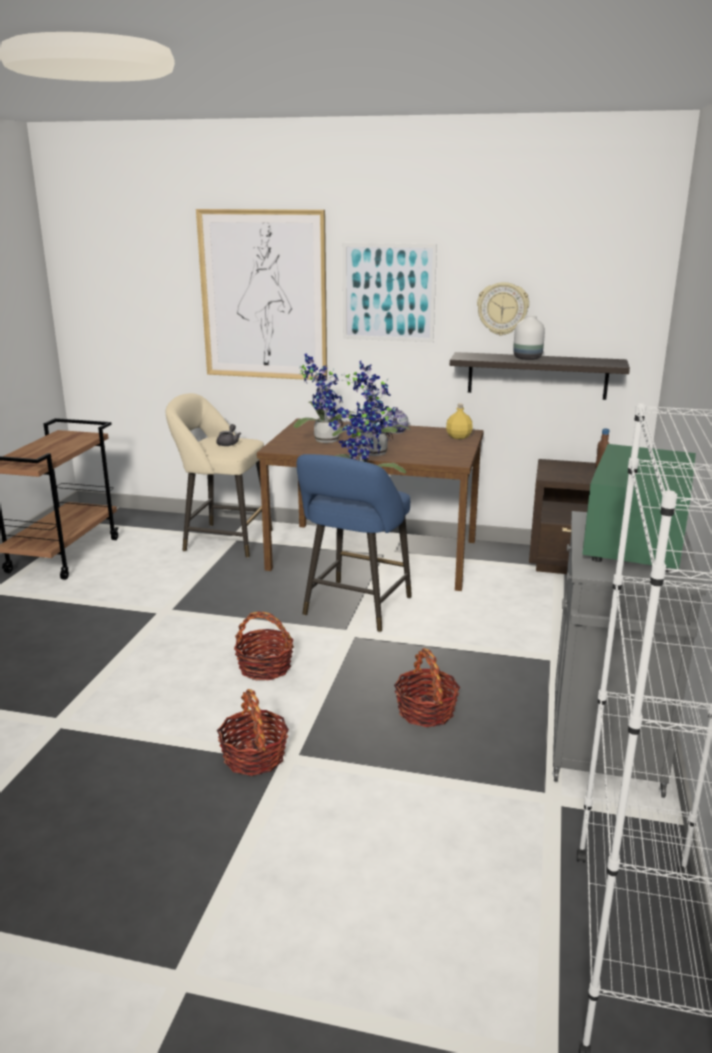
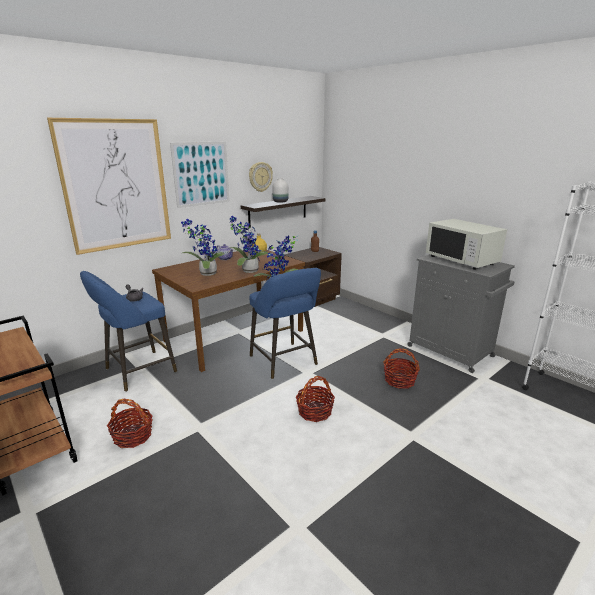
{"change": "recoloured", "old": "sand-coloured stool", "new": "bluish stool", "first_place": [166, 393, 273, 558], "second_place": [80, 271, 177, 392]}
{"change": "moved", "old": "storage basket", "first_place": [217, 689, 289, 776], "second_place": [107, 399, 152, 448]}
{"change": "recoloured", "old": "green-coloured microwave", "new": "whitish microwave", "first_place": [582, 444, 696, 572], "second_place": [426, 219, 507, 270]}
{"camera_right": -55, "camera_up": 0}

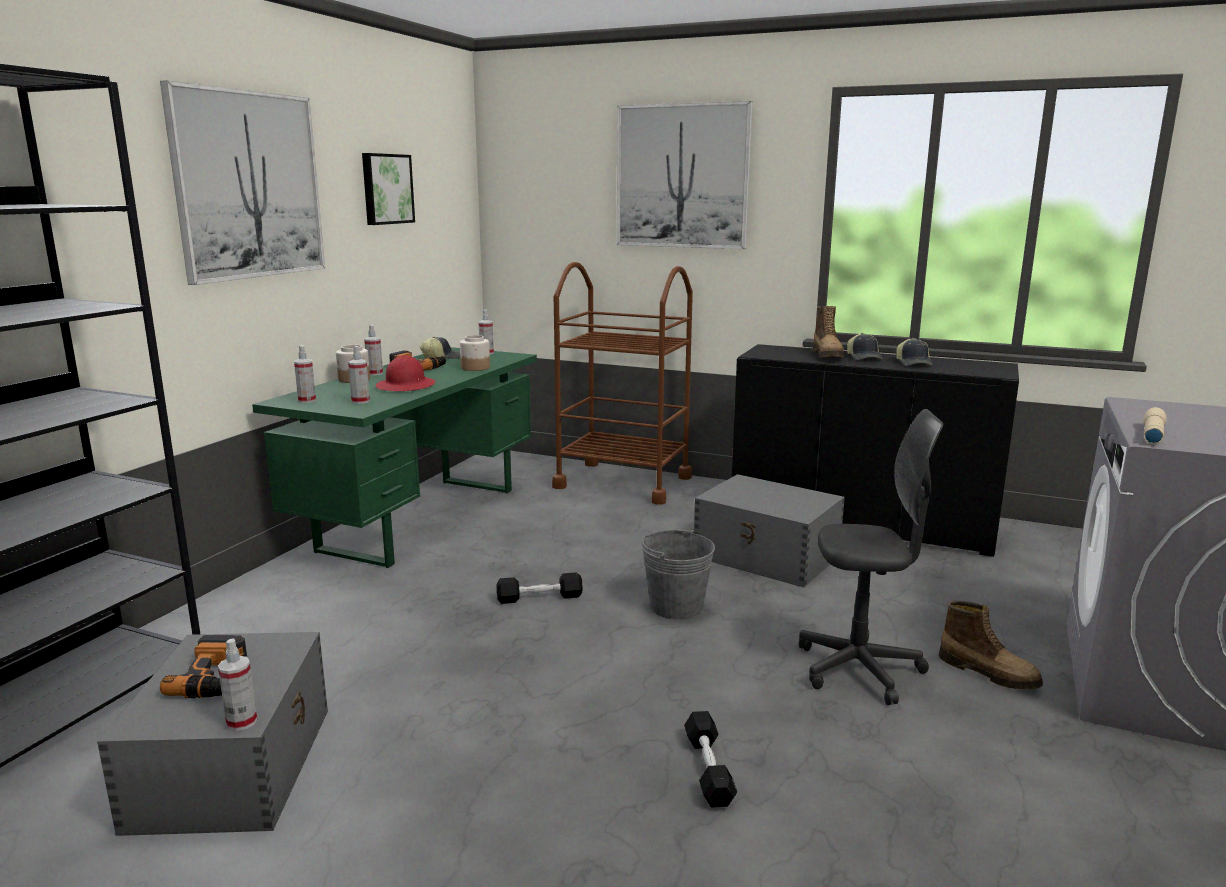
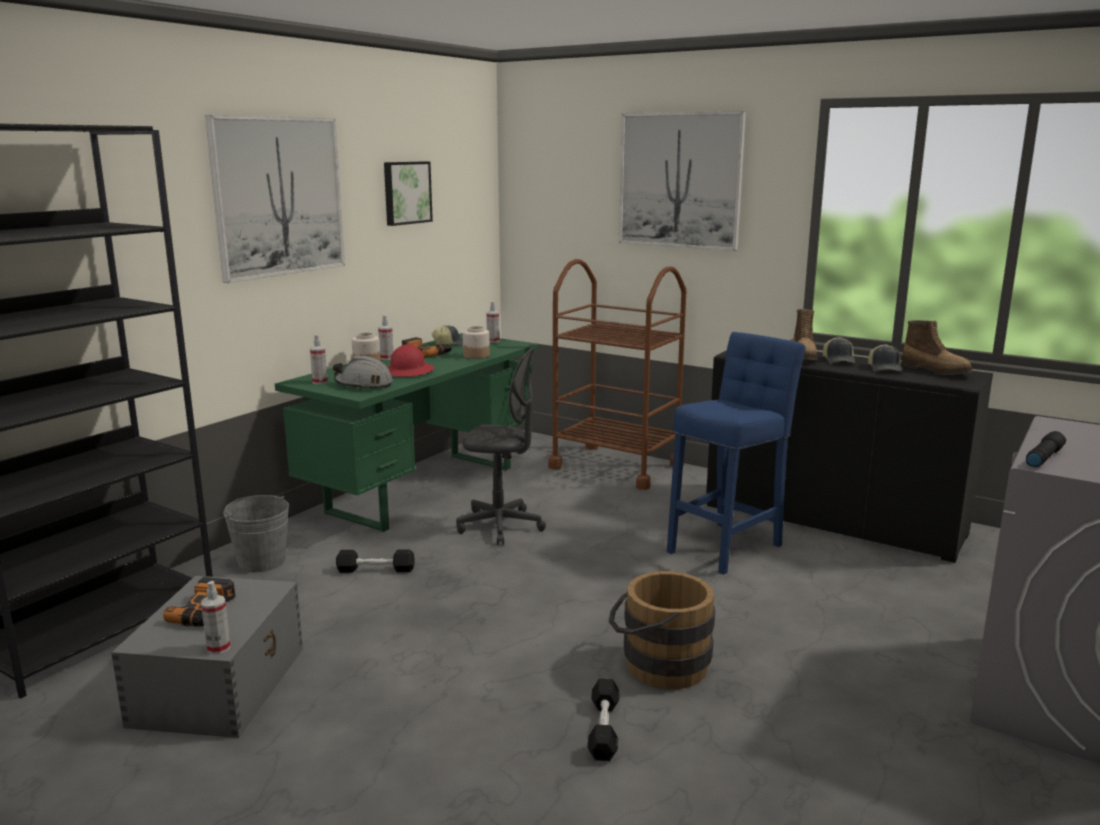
{"change": "moved", "old": "greyish water bucket", "first_place": [642, 529, 715, 619], "second_place": [223, 495, 289, 572]}
{"change": "replaced", "old": "hand sprayer", "new": "greyish hard hat", "first_place": [348, 346, 370, 404], "second_place": [333, 356, 393, 389]}
{"change": "moved", "old": "black-coloured hand weight", "first_place": [497, 572, 583, 604], "second_place": [336, 549, 414, 573]}
{"change": "moved", "old": "greyish computer chair", "first_place": [799, 409, 943, 705], "second_place": [456, 346, 546, 545]}
{"change": "added", "new": "brown-coloured water bucket", "second_place": [609, 571, 715, 689]}
{"change": "replaced", "old": "greyish storage container", "new": "bluish stool", "first_place": [694, 474, 845, 588], "second_place": [667, 332, 806, 575]}
{"change": "moved", "old": "tall boot", "first_place": [939, 601, 1043, 689], "second_place": [901, 320, 973, 375]}
{"change": "recoloured", "old": "sand-coloured flashlight", "new": "black-coloured flashlight", "first_place": [1143, 407, 1166, 444], "second_place": [1026, 431, 1066, 467]}
{"camera_right": 10, "camera_up": 0}

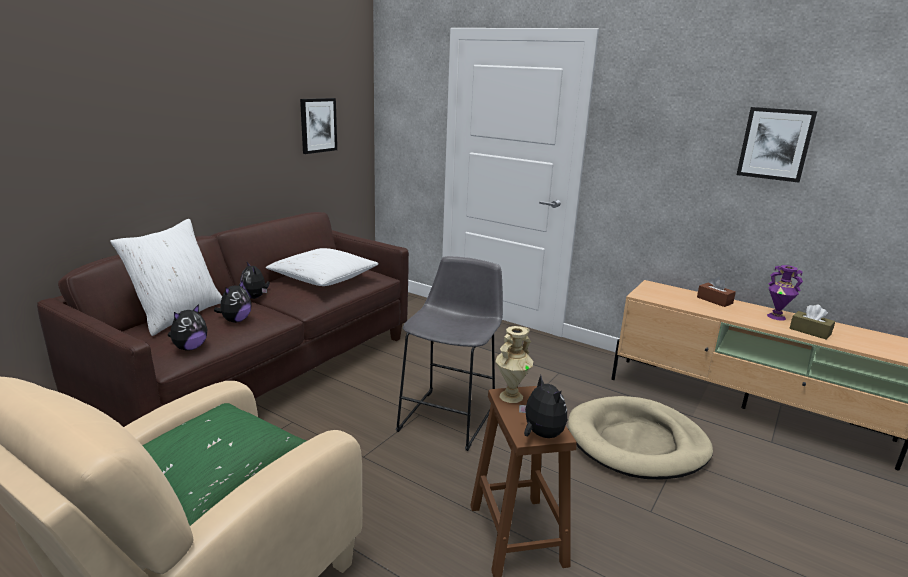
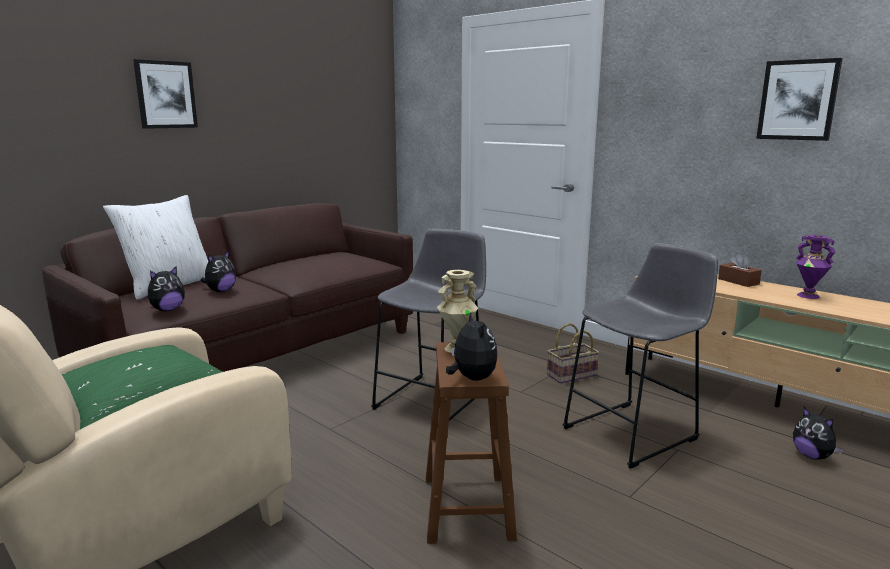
{"change": "moved", "old": "wall art", "first_place": [300, 98, 337, 154], "second_place": [133, 59, 198, 129]}
{"change": "added", "new": "storage basket", "second_place": [547, 323, 599, 383]}
{"change": "replaced", "old": "sand-coloured dog cushion", "new": "greyish stool", "first_place": [568, 396, 713, 480], "second_place": [562, 243, 718, 469]}
{"change": "moved", "old": "soft toy", "first_place": [240, 262, 270, 299], "second_place": [793, 407, 844, 460]}
{"change": "removed", "old": "whitish pillow", "first_place": [266, 248, 379, 286]}
{"change": "removed", "old": "brown-coloured tissue box", "first_place": [790, 304, 835, 340]}
{"camera_right": 10, "camera_up": -5}

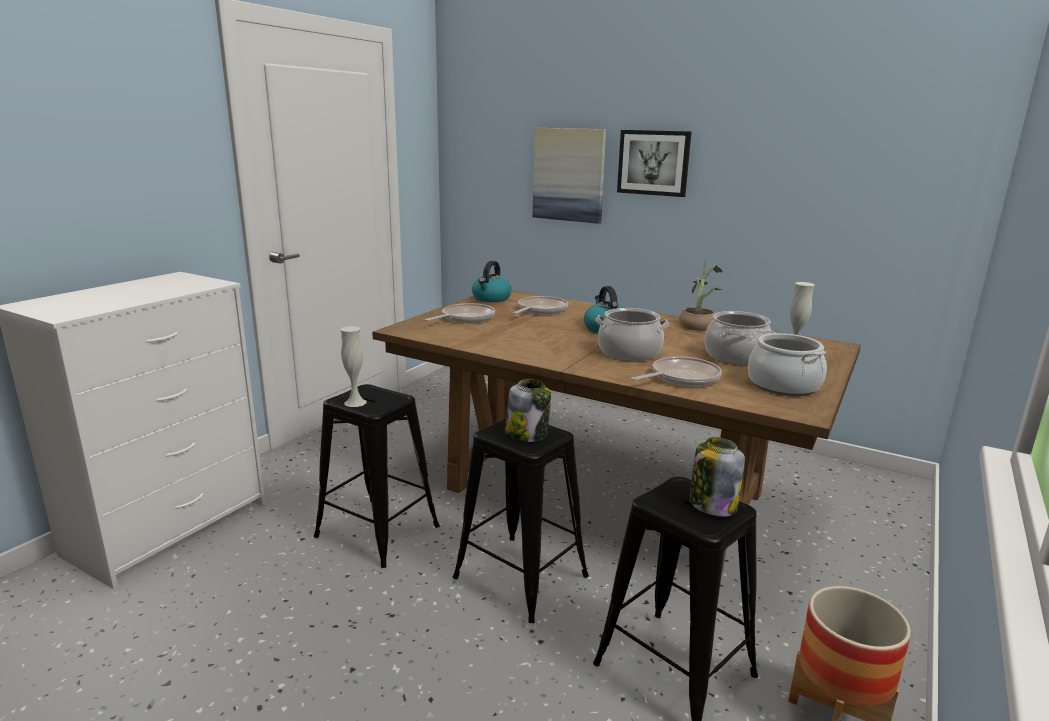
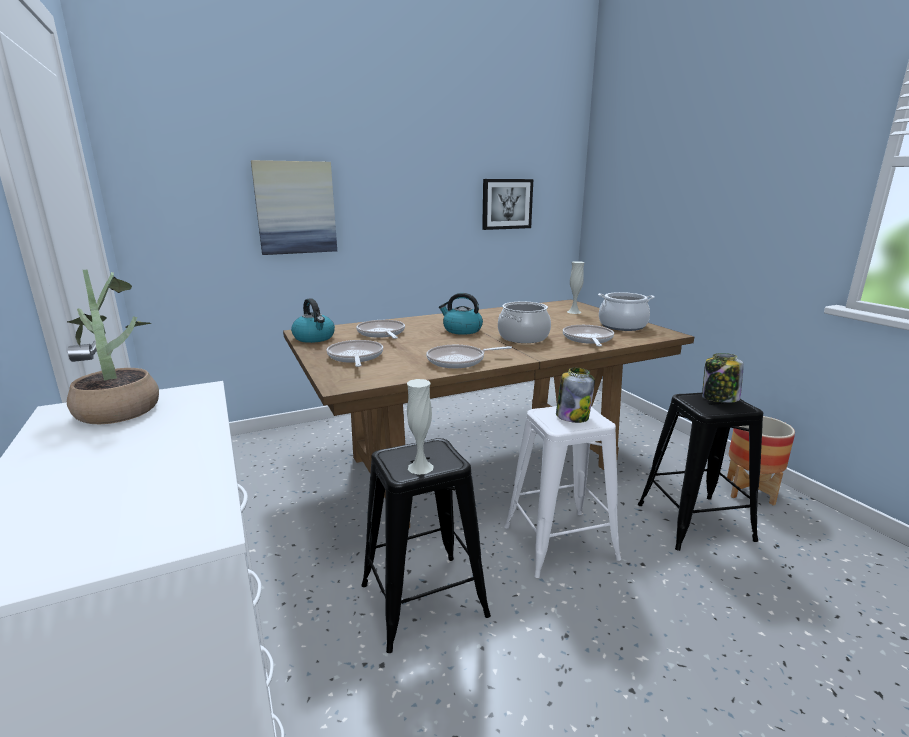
{"change": "moved", "old": "plant in a pot", "first_place": [679, 260, 722, 331], "second_place": [67, 270, 159, 424]}
{"change": "added", "new": "frying pan", "second_place": [426, 345, 512, 368]}
{"change": "moved", "old": "wall art", "first_place": [617, 130, 691, 197], "second_place": [482, 179, 533, 230]}
{"change": "recoloured", "old": "black-coloured stool", "new": "whitish stool", "first_place": [453, 418, 589, 623], "second_place": [504, 406, 621, 578]}
{"change": "removed", "old": "stockpot", "first_place": [705, 311, 773, 365]}
{"camera_right": -55, "camera_up": 0}

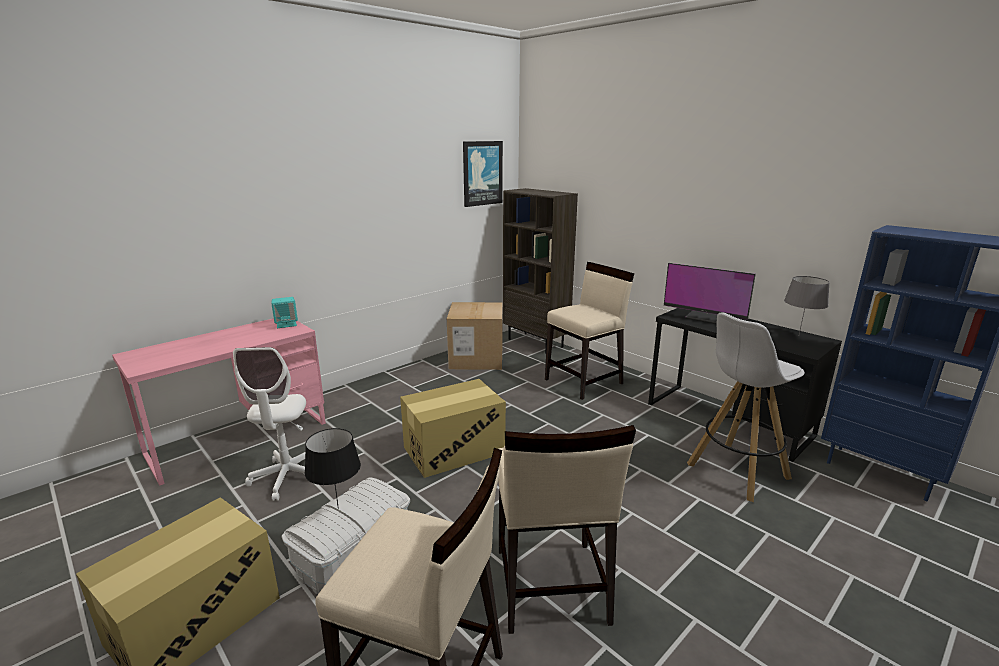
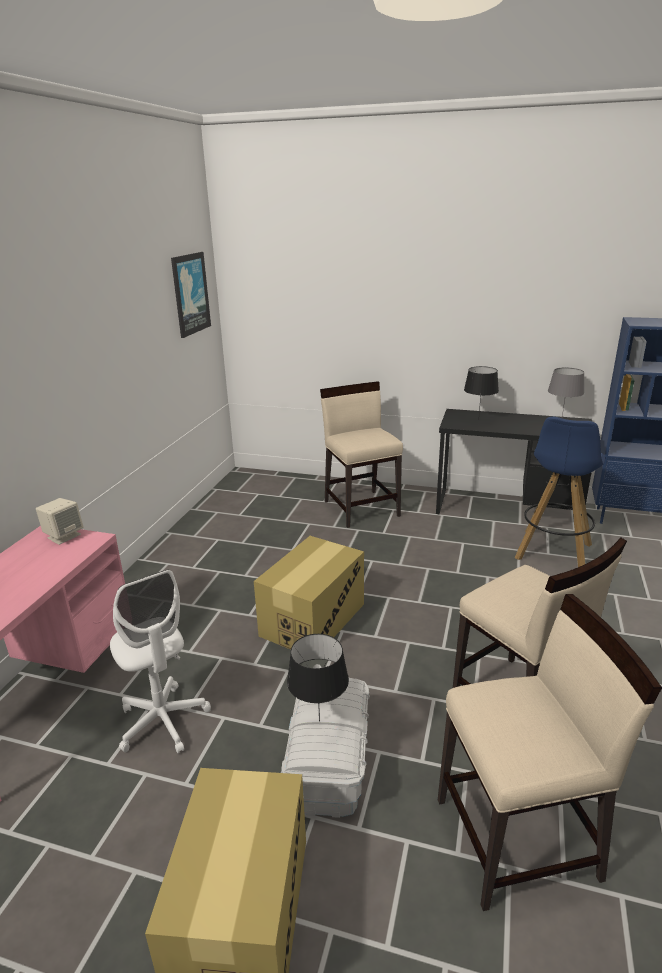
{"change": "recoloured", "old": "blue-green loudspeaker", "new": "sand-coloured loudspeaker", "first_place": [271, 297, 298, 328], "second_place": [36, 498, 83, 545]}
{"change": "turned", "old": "sand-coloured upright chair", "first_place": [545, 262, 634, 400], "second_place": [320, 381, 403, 528], "degrees": -45}
{"change": "replaced", "old": "computer screen", "new": "black-coloured tabletop lamp", "first_place": [664, 263, 756, 324], "second_place": [464, 366, 499, 420]}
{"change": "recoloured", "old": "whitish stool", "new": "bluish stool", "first_place": [687, 312, 805, 502], "second_place": [514, 416, 605, 567]}
{"change": "removed", "old": "cardboard box", "first_place": [447, 302, 502, 370]}
{"change": "removed", "old": "brown-coloured shelving unit", "first_place": [503, 188, 578, 354]}
{"camera_right": -30, "camera_up": 5}

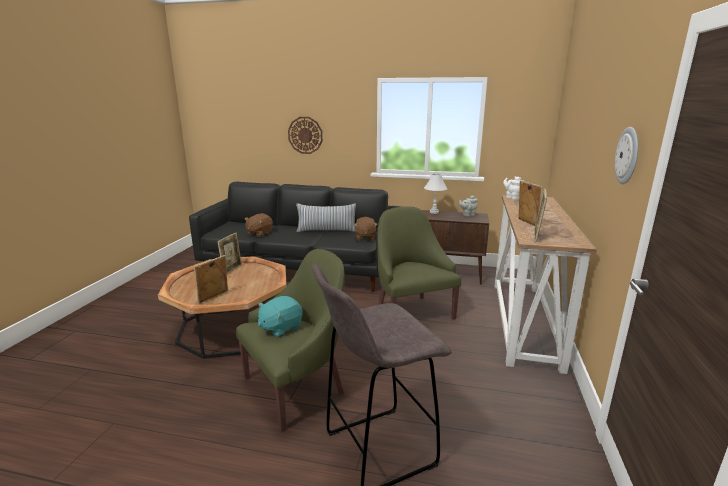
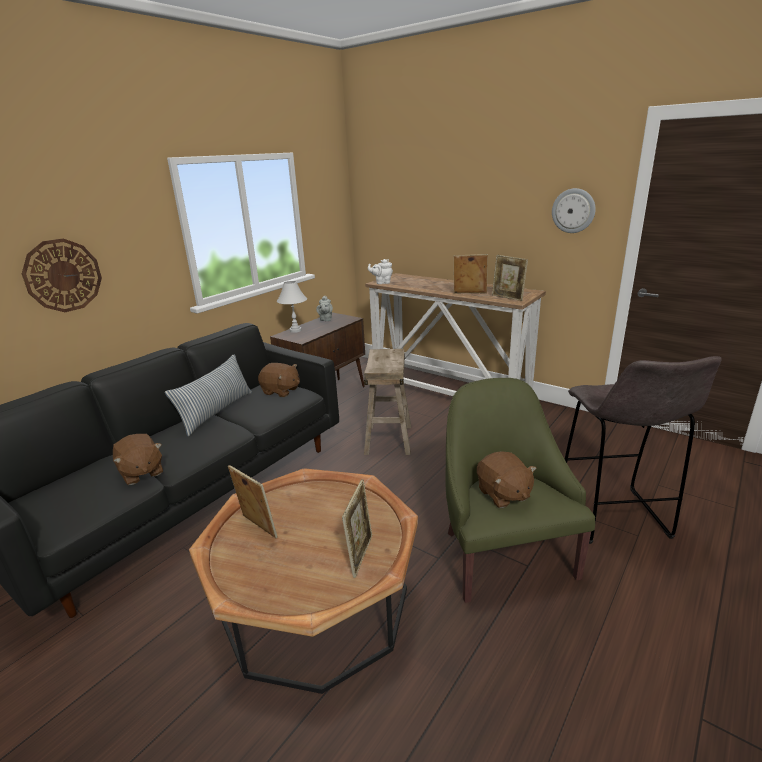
{"change": "turned", "old": "picture frame", "first_place": [194, 255, 228, 304], "second_place": [342, 479, 373, 578], "degrees": -135}
{"change": "replaced", "old": "green-coloured armchair", "new": "sand-coloured stool", "first_place": [377, 207, 461, 320], "second_place": [364, 349, 411, 455]}
{"change": "recoloured", "old": "blue-green soft toy", "new": "brown-coloured soft toy", "first_place": [258, 296, 303, 338], "second_place": [477, 451, 537, 508]}
{"camera_right": -65, "camera_up": 5}

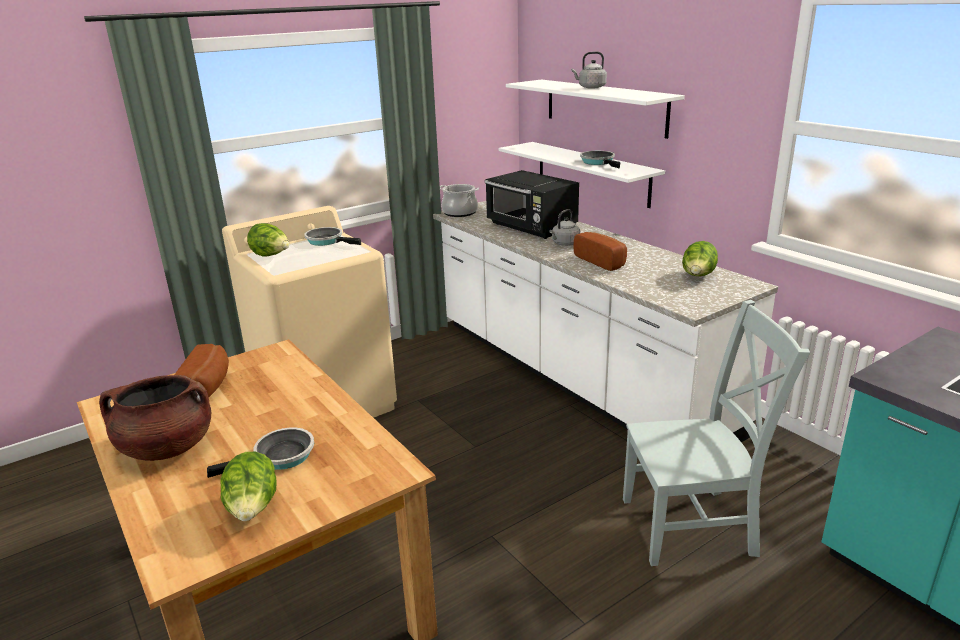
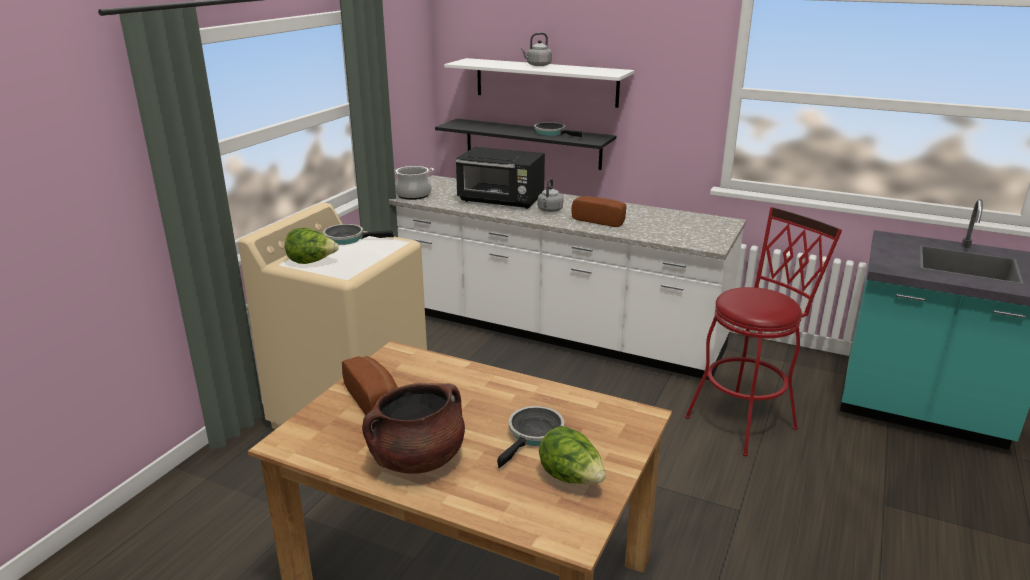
{"change": "recoloured", "old": "whitish wall shelf", "new": "black-coloured wall shelf", "first_place": [499, 142, 665, 208], "second_place": [435, 119, 616, 170]}
{"change": "replaced", "old": "greyish upright chair", "new": "reddish stool", "first_place": [623, 300, 810, 566], "second_place": [685, 207, 842, 456]}
{"change": "removed", "old": "head of lettuce", "first_place": [682, 241, 718, 276]}
{"camera_right": -30, "camera_up": 0}

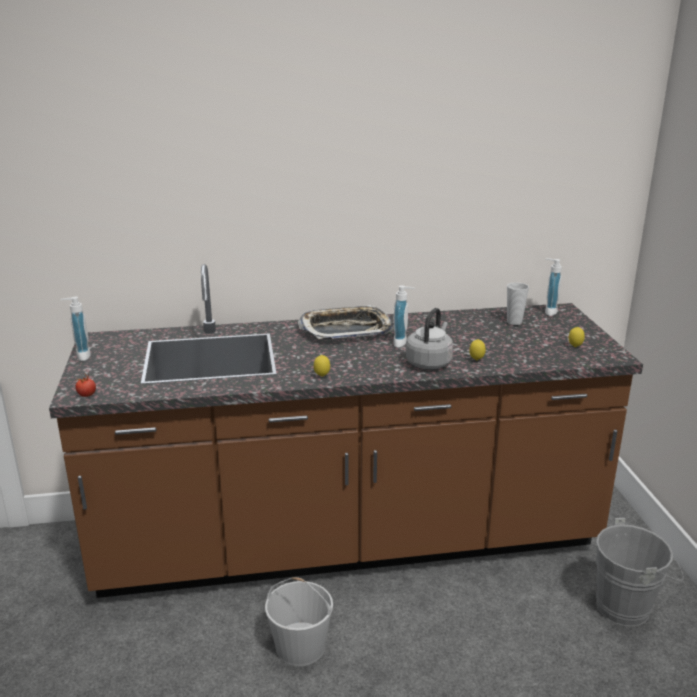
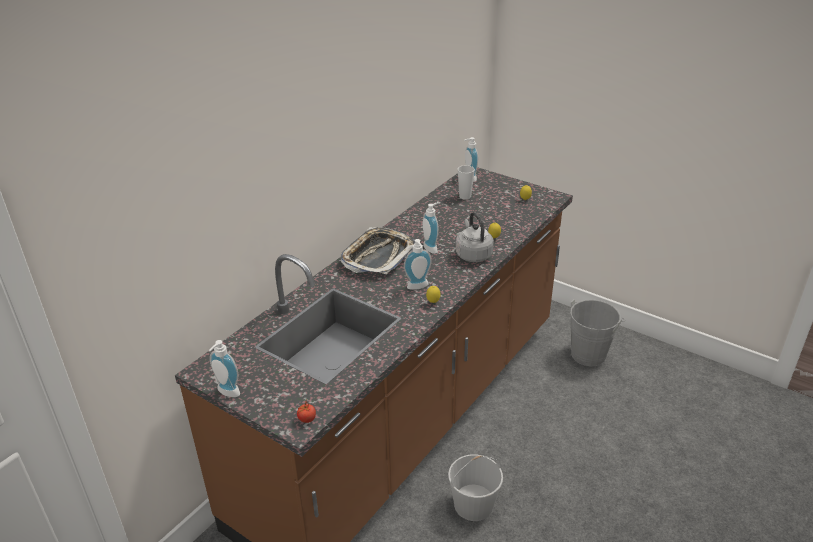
{"change": "added", "new": "soap dispenser", "second_place": [404, 239, 432, 290]}
{"camera_right": -45, "camera_up": 10}

